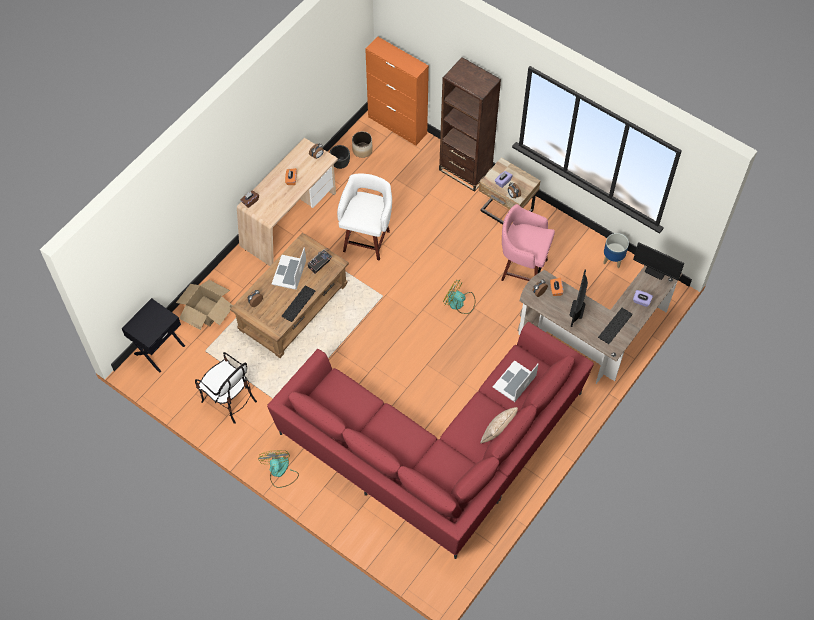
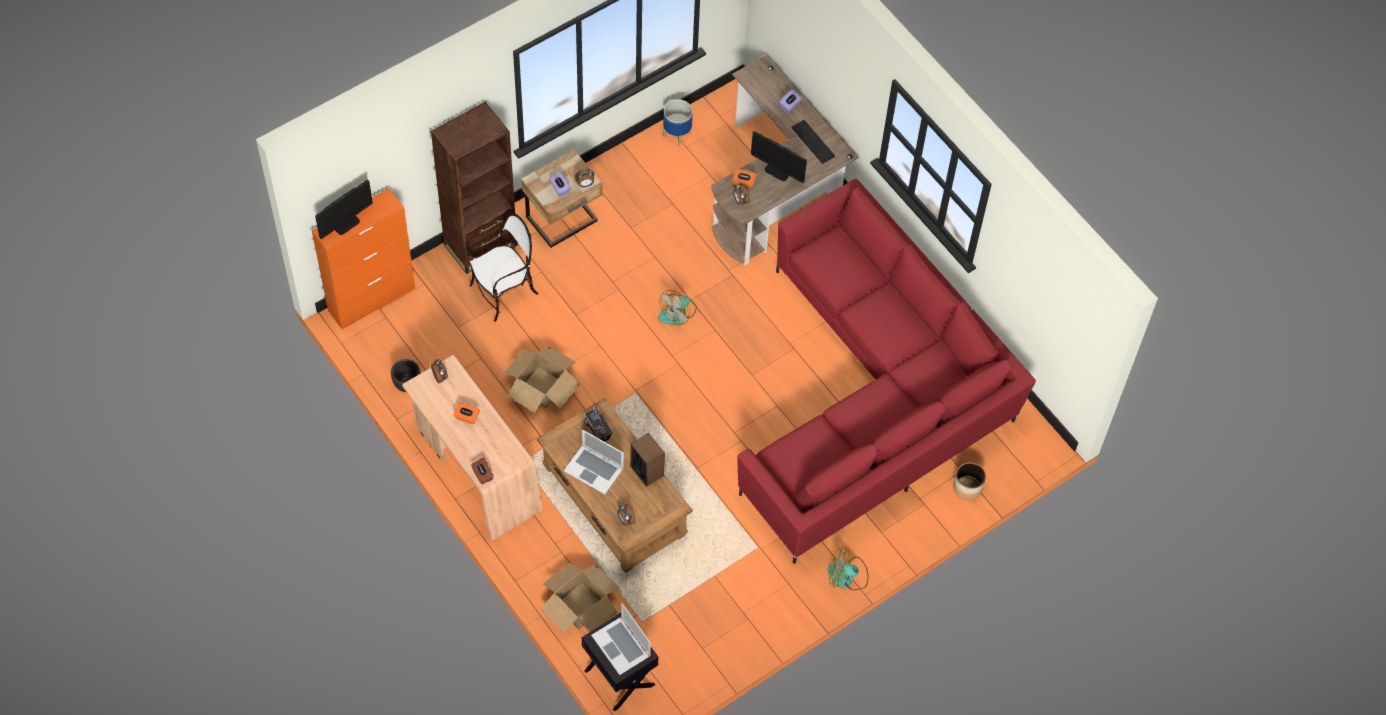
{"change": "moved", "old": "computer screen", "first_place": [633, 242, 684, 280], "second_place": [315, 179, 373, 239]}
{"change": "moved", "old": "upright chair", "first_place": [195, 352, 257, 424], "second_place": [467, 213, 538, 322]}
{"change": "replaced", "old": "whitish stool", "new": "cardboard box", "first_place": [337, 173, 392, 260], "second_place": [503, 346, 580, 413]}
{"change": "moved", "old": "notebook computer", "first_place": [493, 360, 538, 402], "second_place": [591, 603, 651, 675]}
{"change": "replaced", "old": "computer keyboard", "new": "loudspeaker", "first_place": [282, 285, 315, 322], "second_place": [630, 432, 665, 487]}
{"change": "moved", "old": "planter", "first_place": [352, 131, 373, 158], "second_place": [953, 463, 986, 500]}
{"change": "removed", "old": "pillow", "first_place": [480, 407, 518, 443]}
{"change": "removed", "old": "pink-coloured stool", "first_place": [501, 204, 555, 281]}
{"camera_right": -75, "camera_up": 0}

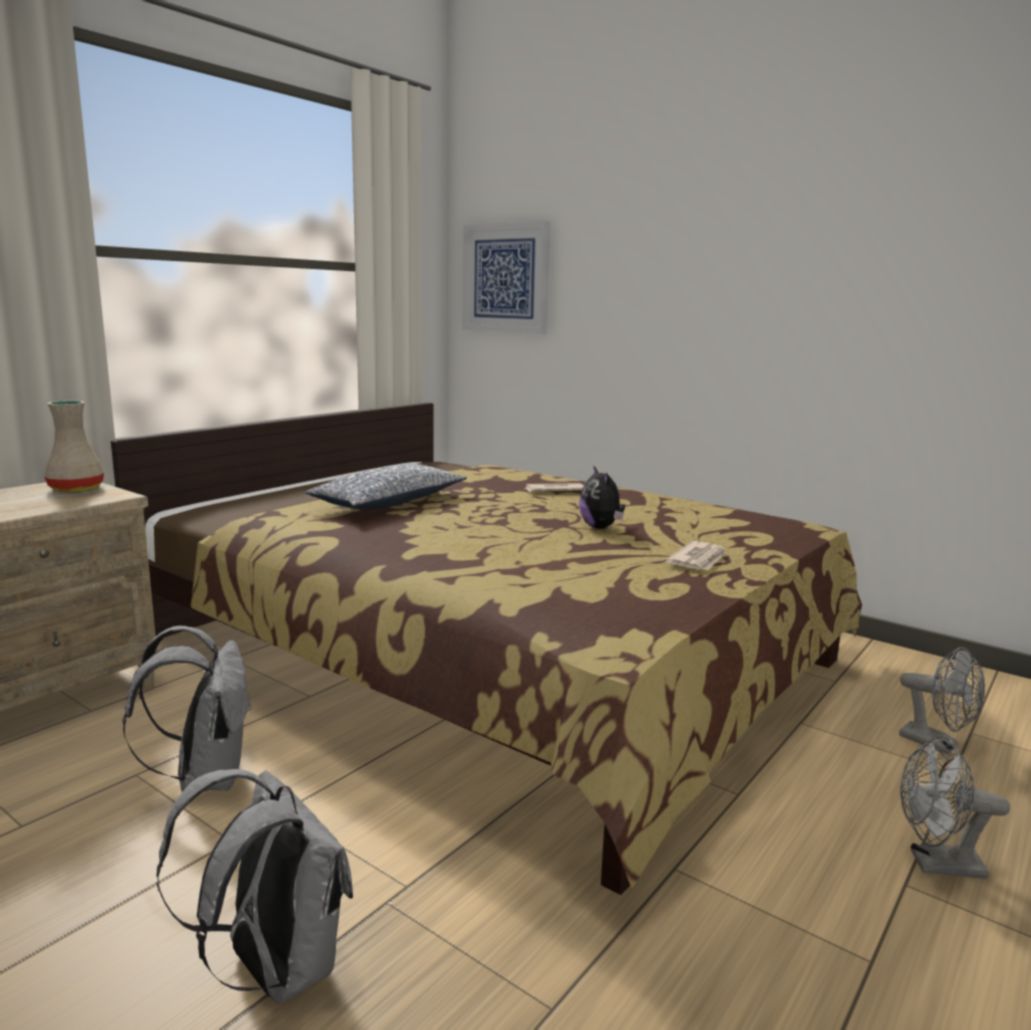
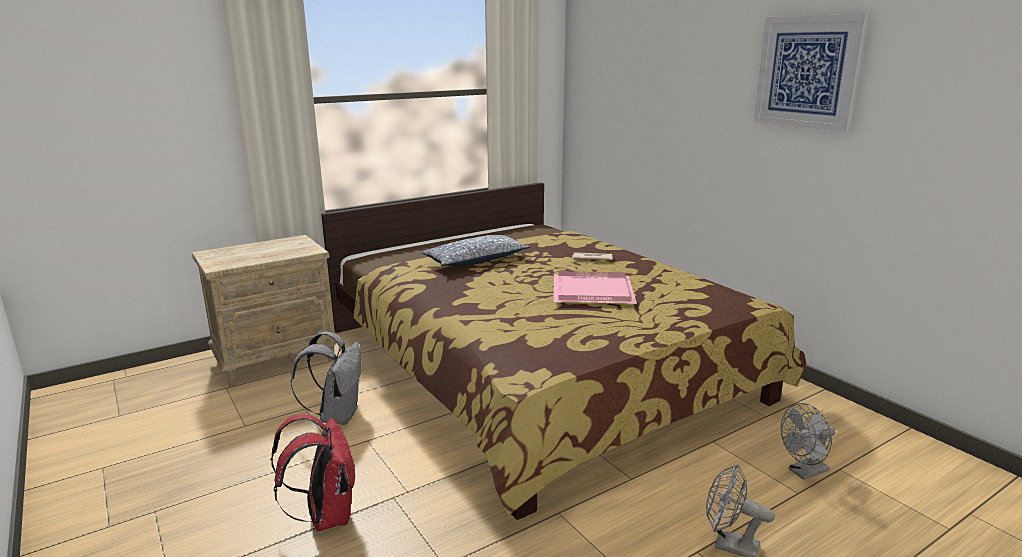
{"change": "recoloured", "old": "greyish knapsack", "new": "reddish knapsack", "first_place": [156, 769, 353, 1004], "second_place": [271, 415, 355, 531]}
{"change": "replaced", "old": "soft toy", "new": "pink-coloured carrying tray", "first_place": [579, 466, 625, 529], "second_place": [553, 271, 637, 305]}
{"change": "moved", "old": "wall art", "first_place": [463, 221, 550, 334], "second_place": [754, 14, 869, 132]}
{"change": "turned", "old": "greyish cooling fan", "first_place": [899, 647, 985, 755], "second_place": [781, 403, 836, 480], "degrees": 90}
{"change": "removed", "old": "sand-coloured vase", "first_place": [44, 401, 104, 492]}
{"change": "removed", "old": "printed paper", "first_place": [665, 541, 727, 570]}
{"camera_right": 20, "camera_up": 5}

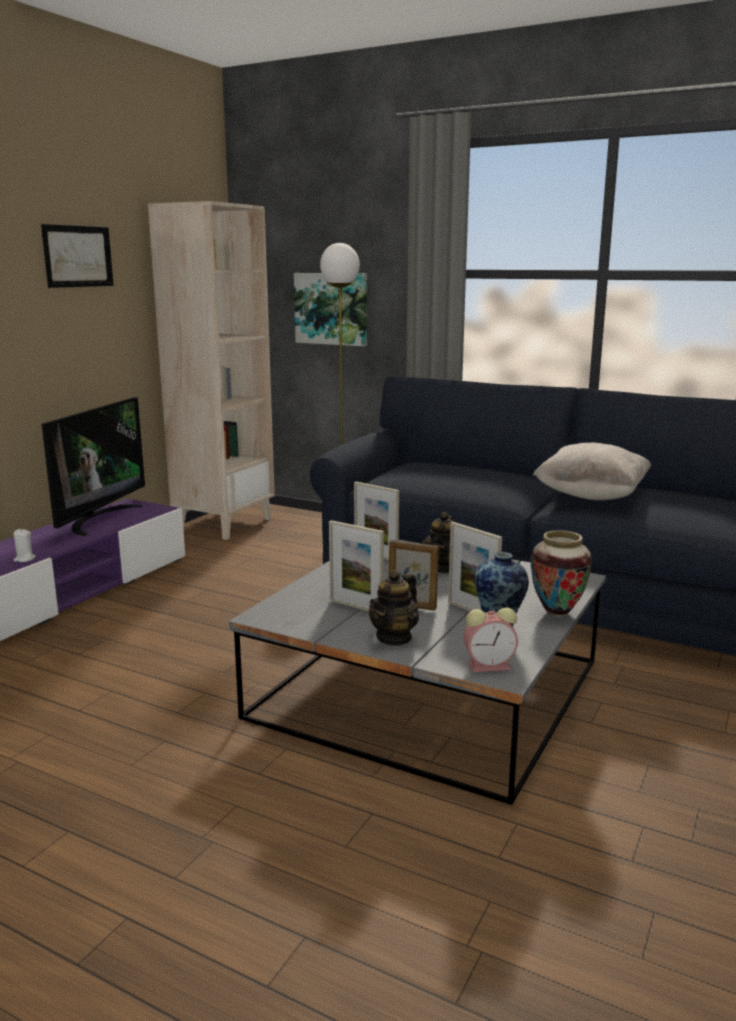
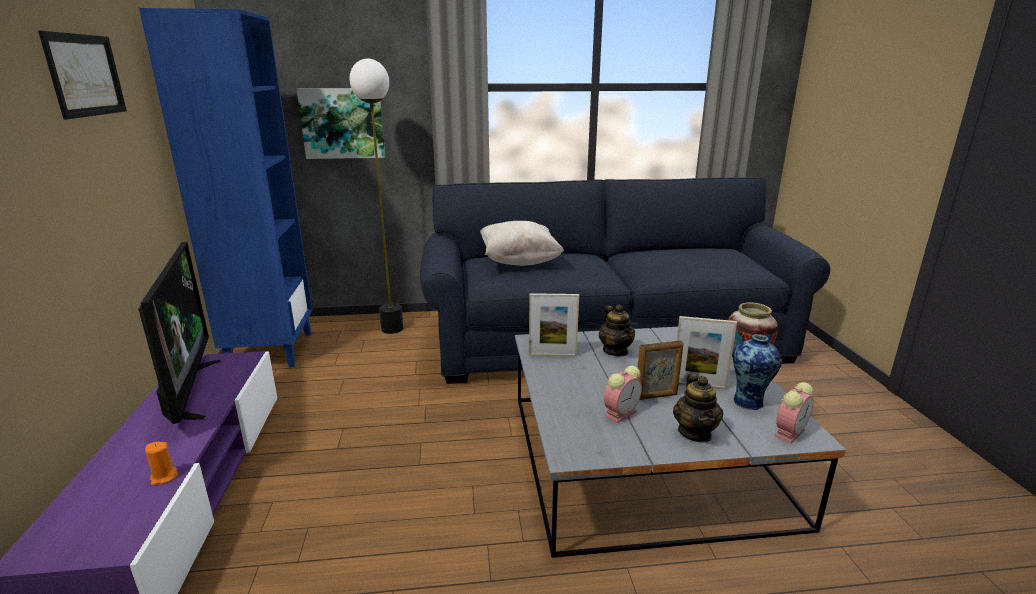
{"change": "recoloured", "old": "sand-coloured shelving unit", "new": "bluish shelving unit", "first_place": [148, 201, 275, 540], "second_place": [139, 8, 312, 367]}
{"change": "recoloured", "old": "whitish wax light", "new": "orange-coloured wax light", "first_place": [13, 529, 36, 562], "second_place": [145, 442, 178, 486]}
{"change": "moved", "old": "sand-coloured pillow", "first_place": [533, 443, 651, 500], "second_place": [480, 221, 564, 266]}
{"change": "replaced", "old": "picture frame", "new": "bedside clock", "first_place": [329, 520, 384, 611], "second_place": [604, 366, 642, 423]}
{"camera_right": -35, "camera_up": 5}

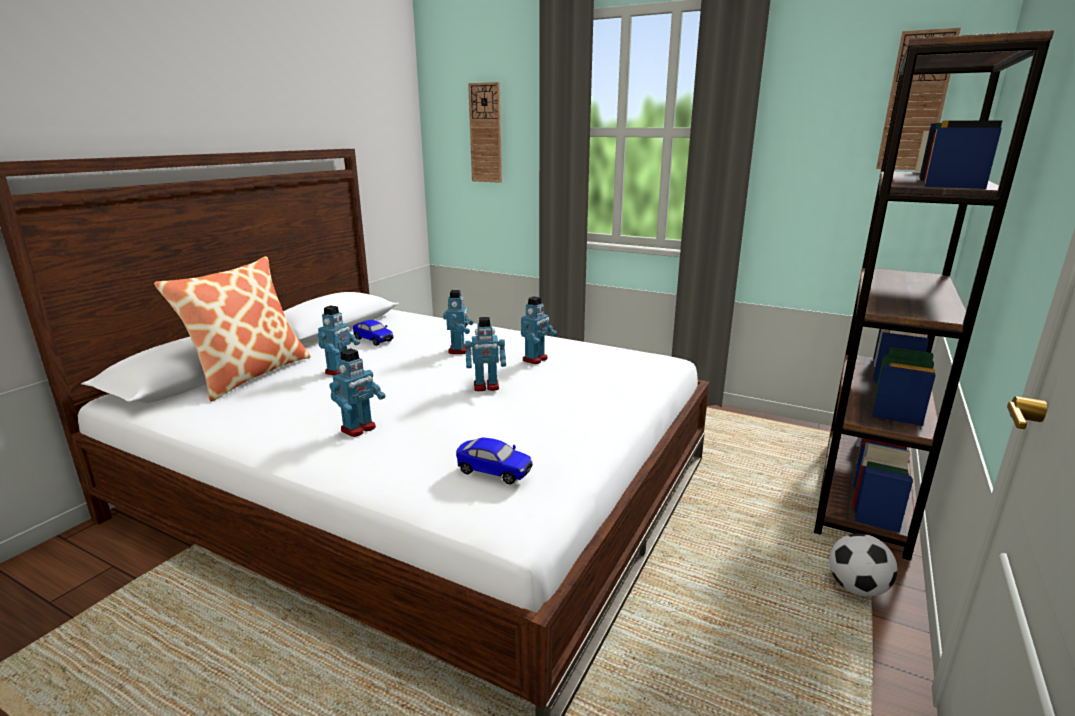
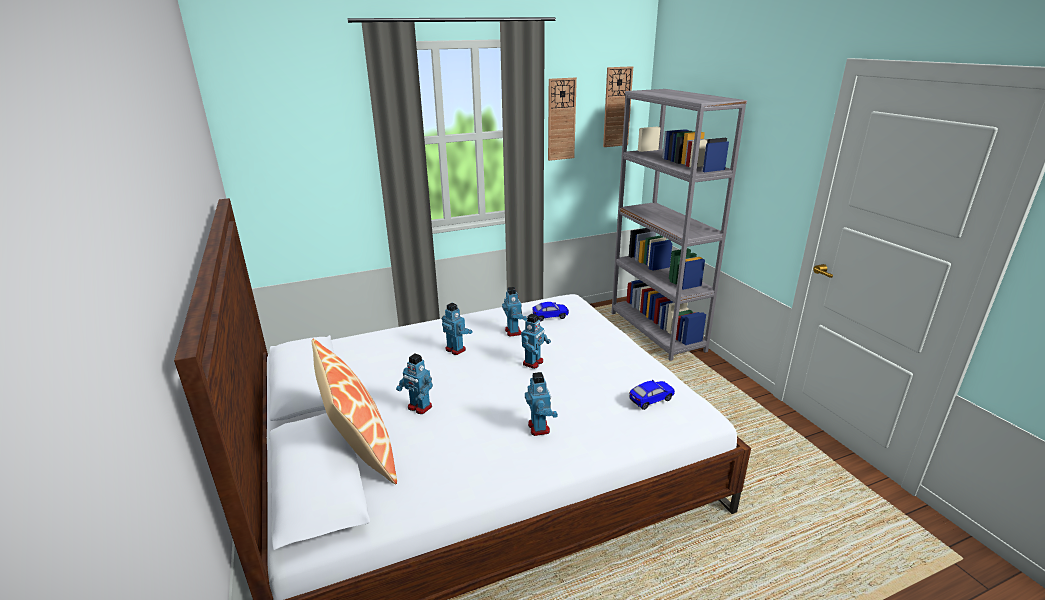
{"change": "turned", "old": "robot figure", "first_place": [318, 305, 360, 375], "second_place": [396, 353, 433, 414], "degrees": 150}
{"change": "moved", "old": "toy car", "first_place": [353, 320, 394, 346], "second_place": [532, 302, 569, 321]}
{"change": "moved", "old": "wall clock", "first_place": [468, 82, 502, 183], "second_place": [548, 78, 577, 161]}
{"change": "recoloured", "old": "brown-coloured shelving unit", "new": "greyish shelving unit", "first_place": [814, 30, 1054, 560], "second_place": [612, 89, 747, 361]}
{"change": "removed", "old": "football ball", "first_place": [829, 533, 897, 597]}
{"camera_right": -50, "camera_up": 5}

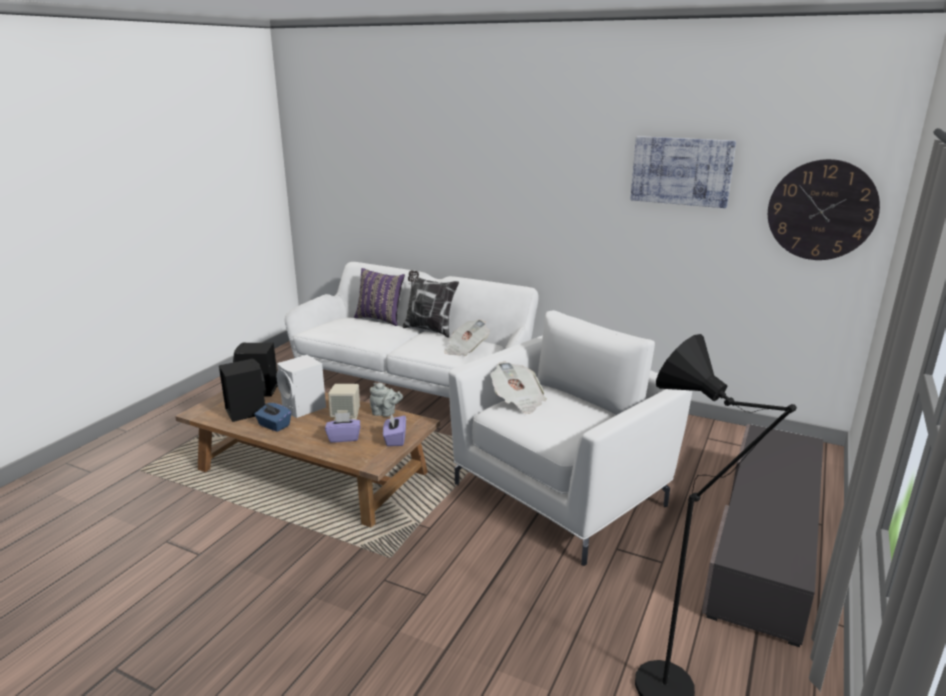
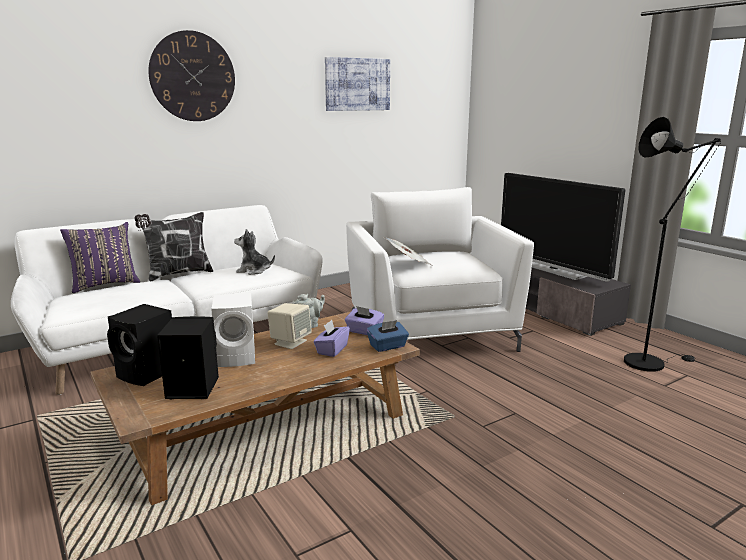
{"change": "moved", "old": "wall clock", "first_place": [768, 159, 880, 260], "second_place": [148, 30, 235, 121]}
{"change": "replaced", "old": "printed paper", "new": "soft toy", "first_place": [444, 320, 490, 356], "second_place": [234, 229, 275, 275]}
{"change": "moved", "old": "bluish tissue box", "first_place": [254, 403, 291, 432], "second_place": [367, 320, 409, 352]}
{"change": "added", "new": "television", "second_place": [501, 173, 625, 282]}
{"camera_right": -60, "camera_up": -5}

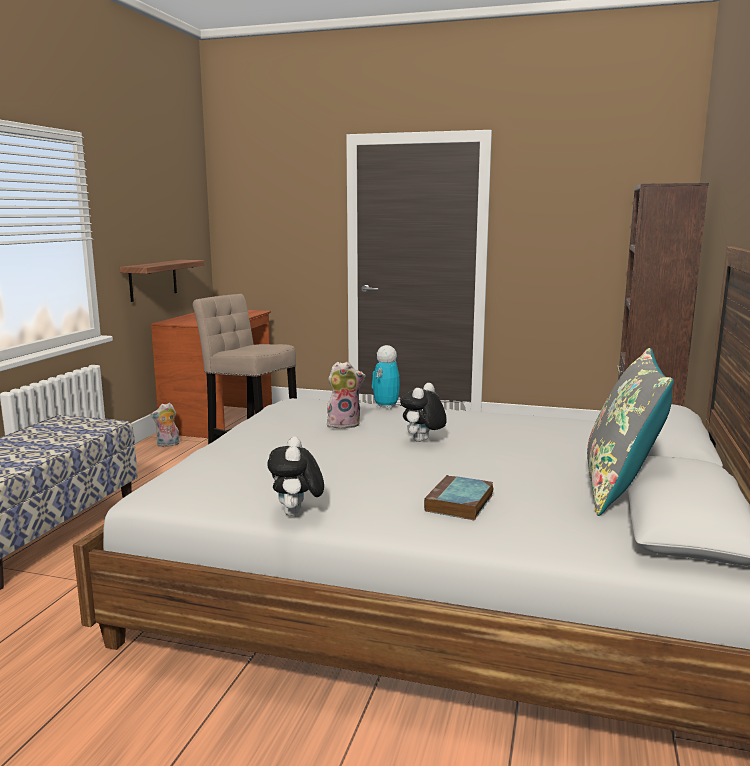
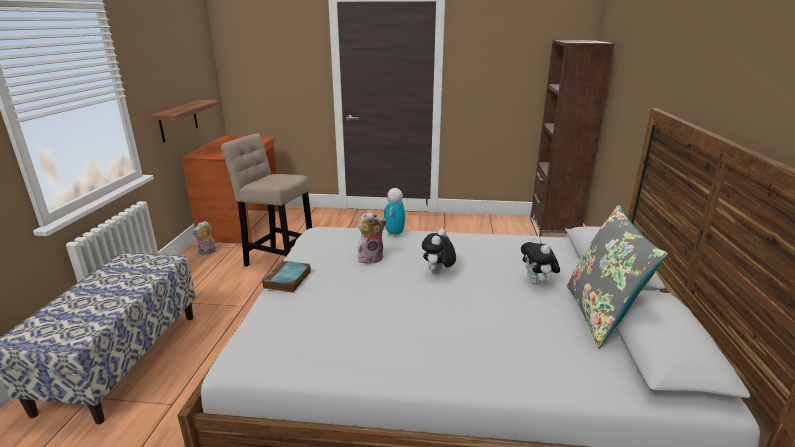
{"change": "moved", "old": "bound book", "first_place": [424, 475, 493, 520], "second_place": [262, 261, 311, 293]}
{"change": "moved", "old": "soft toy", "first_place": [267, 436, 324, 516], "second_place": [521, 237, 560, 285]}
{"camera_right": -10, "camera_up": 10}

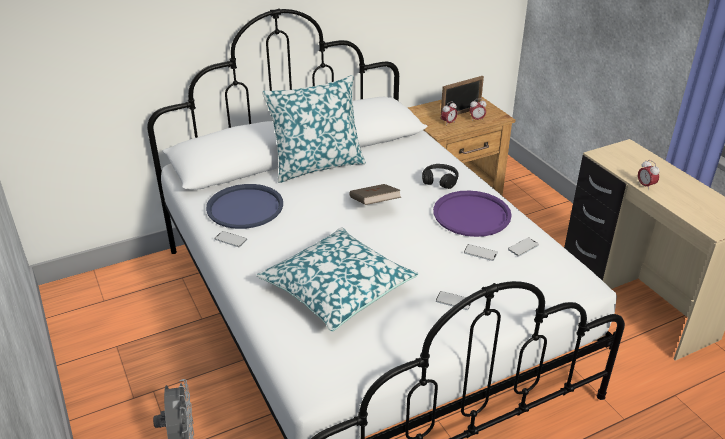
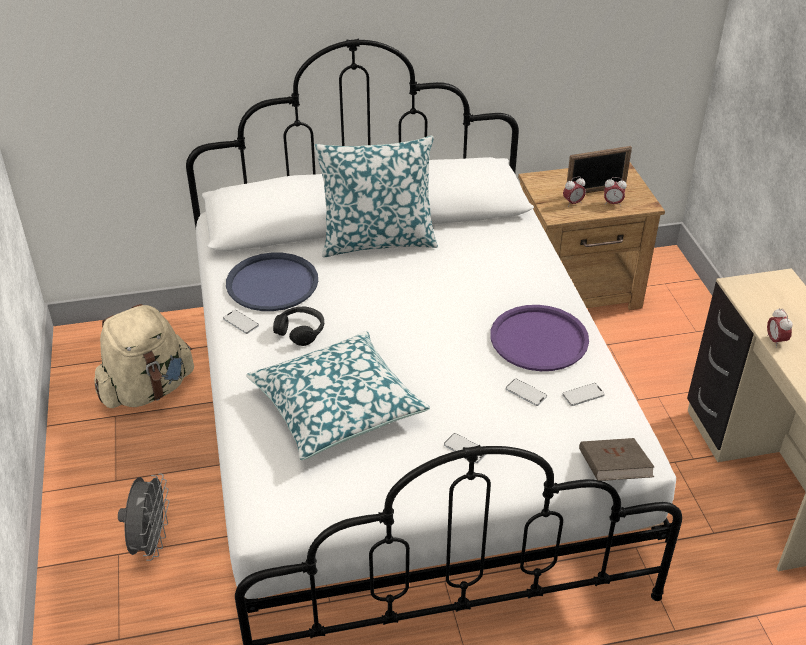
{"change": "added", "new": "sand-coloured knapsack", "second_place": [95, 304, 194, 408]}
{"change": "moved", "old": "black-coloured headphones", "first_place": [422, 164, 458, 189], "second_place": [273, 307, 324, 346]}
{"change": "moved", "old": "brown-coloured bound book", "first_place": [349, 184, 401, 205], "second_place": [579, 438, 654, 481]}
{"camera_right": 15, "camera_up": 5}

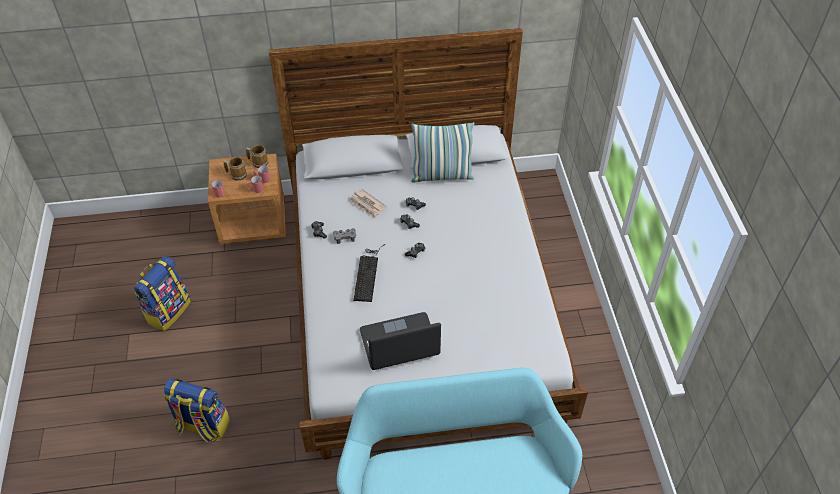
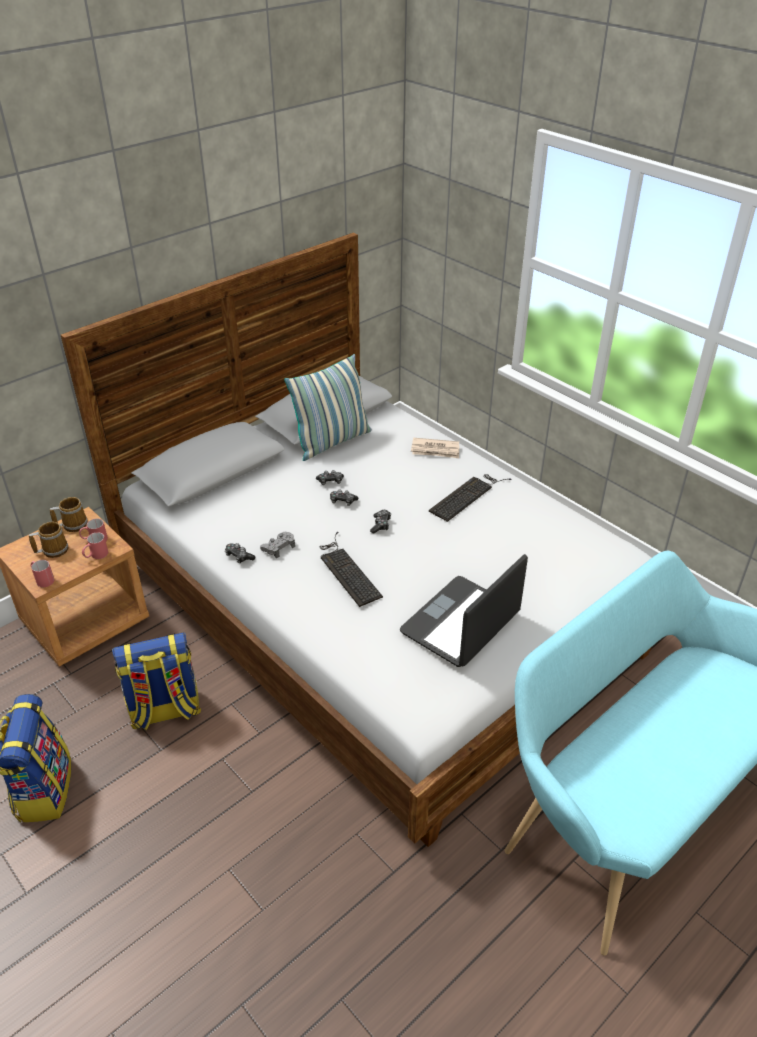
{"change": "moved", "old": "knapsack", "first_place": [164, 378, 230, 443], "second_place": [112, 632, 201, 730]}
{"change": "moved", "old": "printed paper", "first_place": [349, 189, 386, 218], "second_place": [411, 438, 459, 458]}
{"change": "added", "new": "computer keyboard", "second_place": [429, 474, 512, 522]}
{"camera_right": -35, "camera_up": -10}

